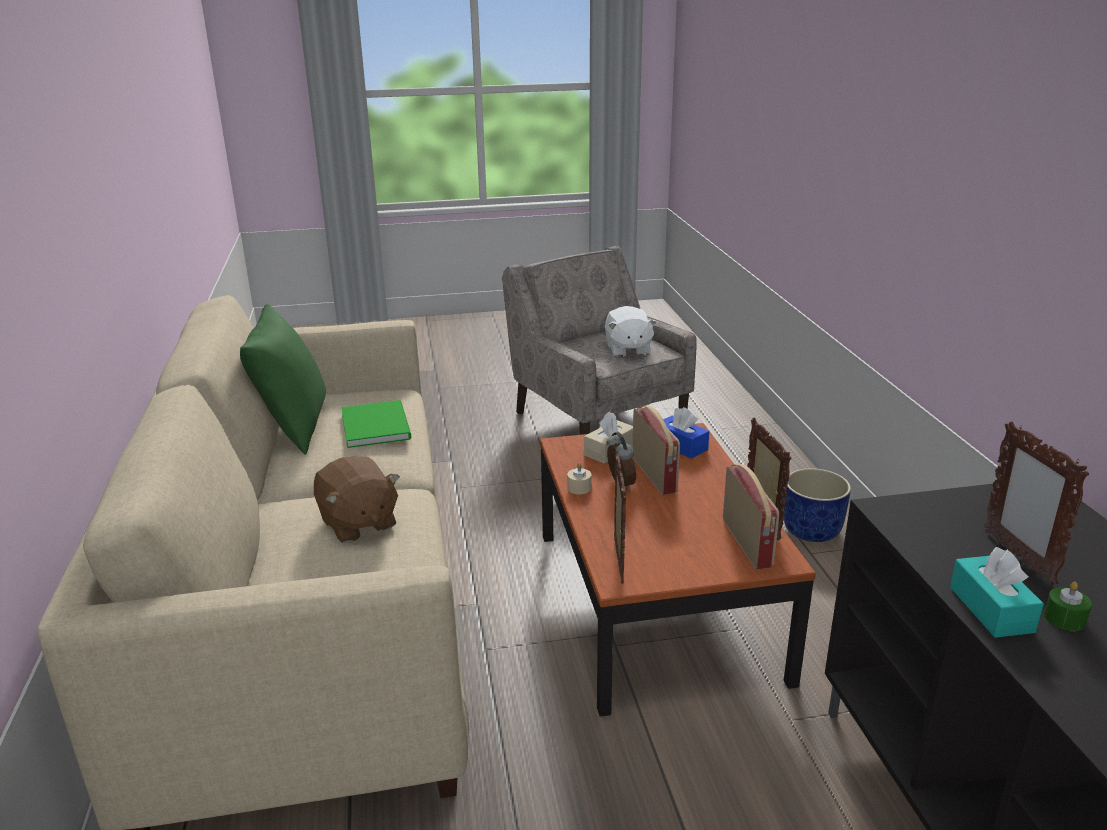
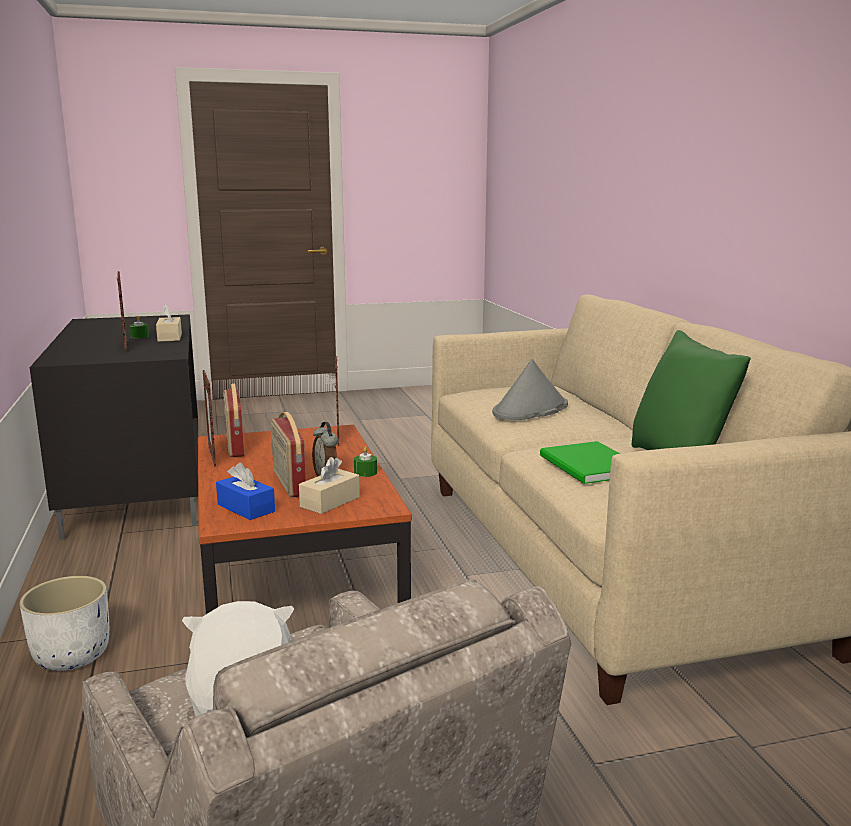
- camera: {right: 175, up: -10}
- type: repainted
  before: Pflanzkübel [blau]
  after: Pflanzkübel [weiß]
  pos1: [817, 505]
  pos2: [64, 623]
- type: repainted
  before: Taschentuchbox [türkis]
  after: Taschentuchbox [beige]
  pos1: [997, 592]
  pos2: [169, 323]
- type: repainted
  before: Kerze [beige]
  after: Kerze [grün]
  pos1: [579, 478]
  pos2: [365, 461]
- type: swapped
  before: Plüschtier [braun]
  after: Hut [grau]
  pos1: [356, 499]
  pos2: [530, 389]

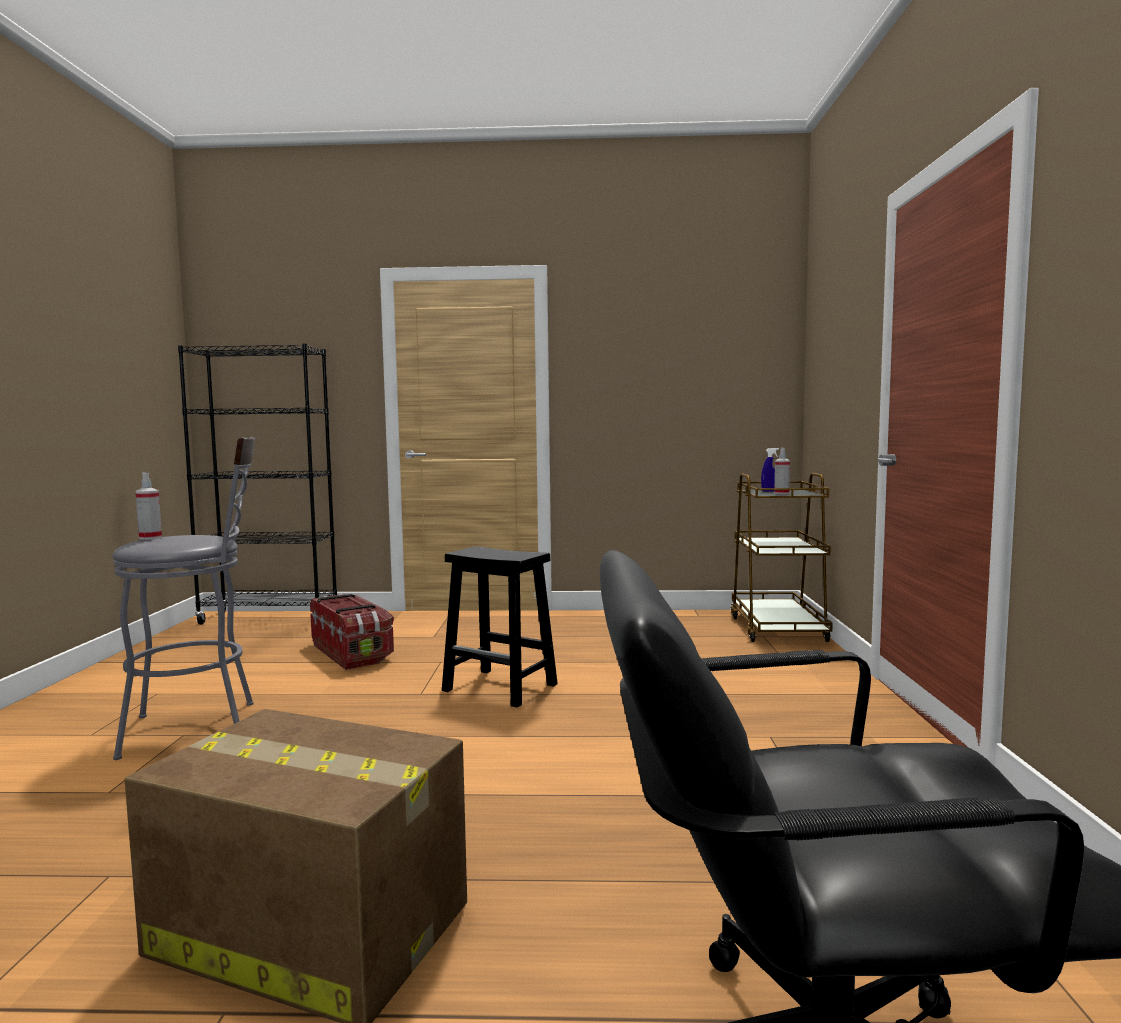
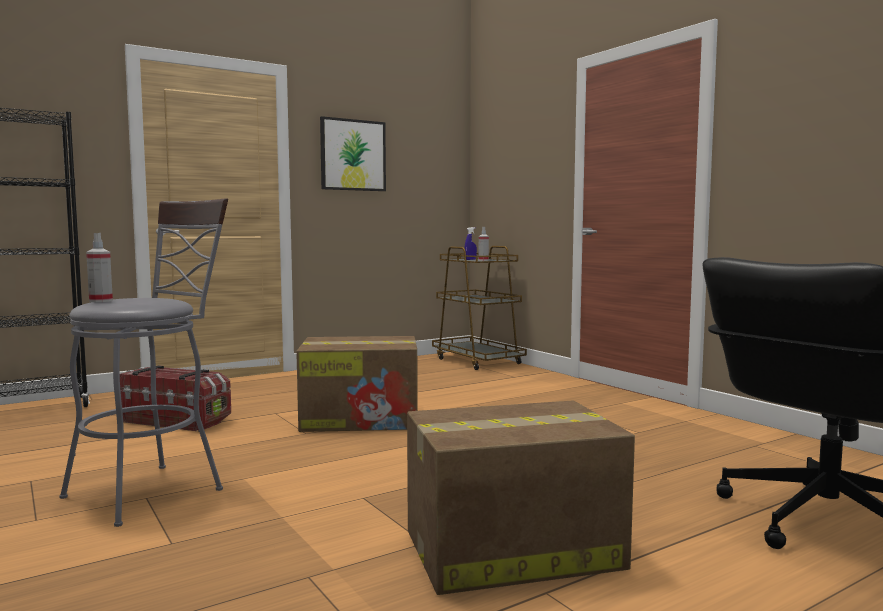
- camera: {right: -35, up: 0}
- type: swapped
  before: Hocker [schwarz]
  after: Karton
  pos1: [500, 627]
  pos2: [357, 384]
- type: new
  after: Bild
  pos2: [353, 153]

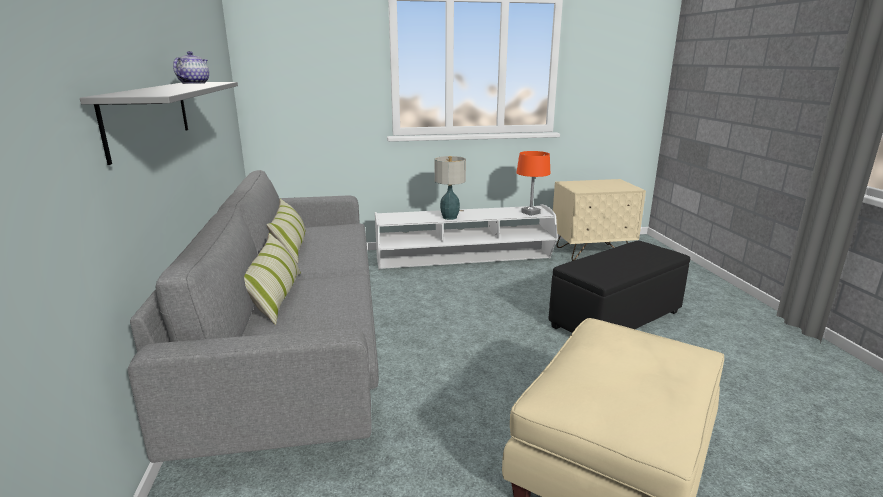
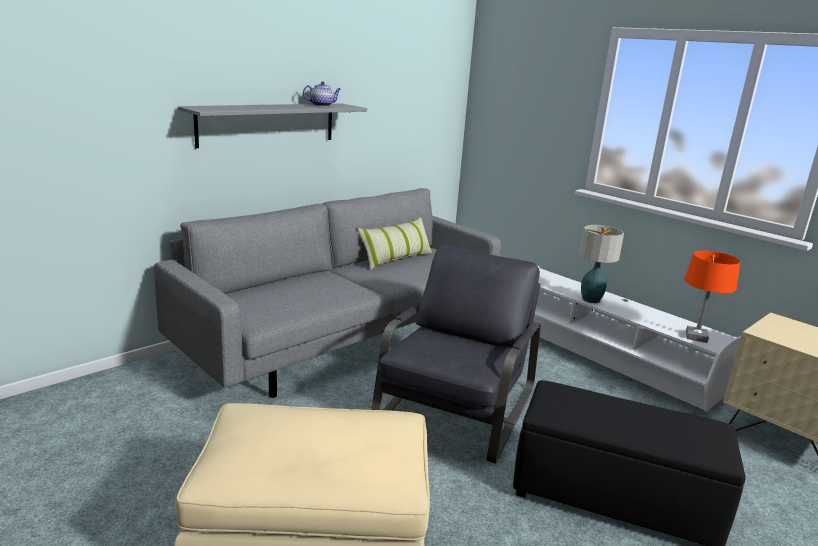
- camera: {right: 55, up: 0}
- type: new
  after: Sessel [grau]
  pos2: [456, 354]
- type: gone
  before: Kissen
  pos1: [272, 279]

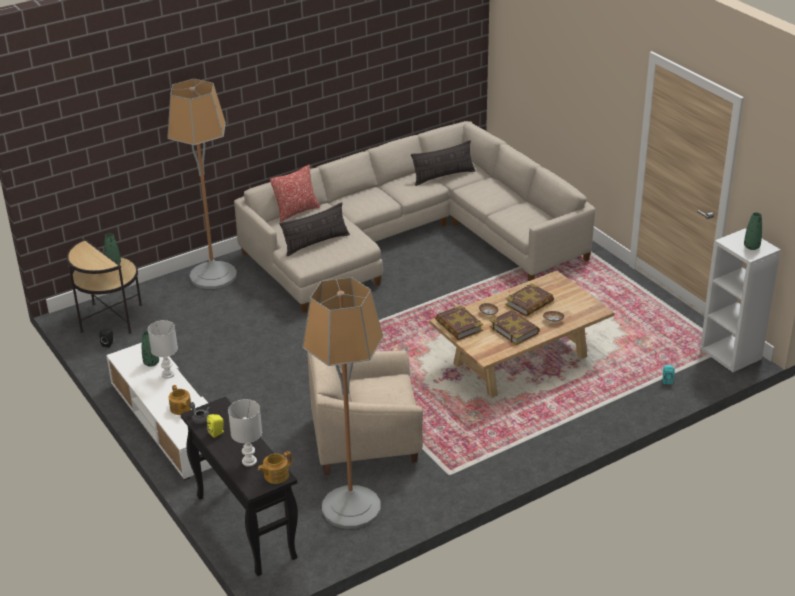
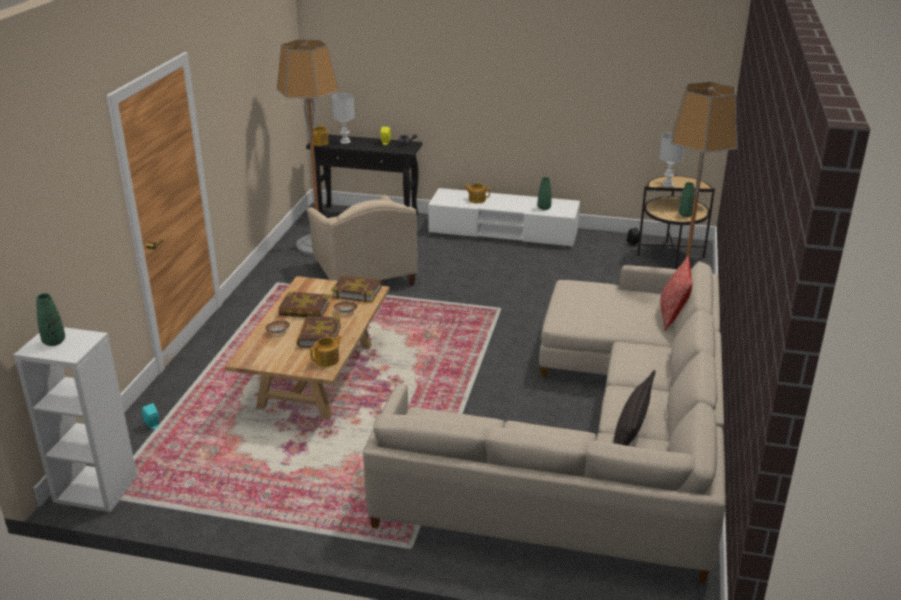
- camera: {right: 135, up: -5}
- type: rotated
  before: Sessel [beige]
  pos1: [365, 412]
  pos2: [362, 240]
  turn: 120
- type: new
  after: Teekanne
  pos2: [326, 351]
- type: shifted
  before: Tischlampe [weiß]
  pos1: [163, 349]
  pos2: [672, 159]
- type: gone
  before: Kissen
  pos1: [314, 229]

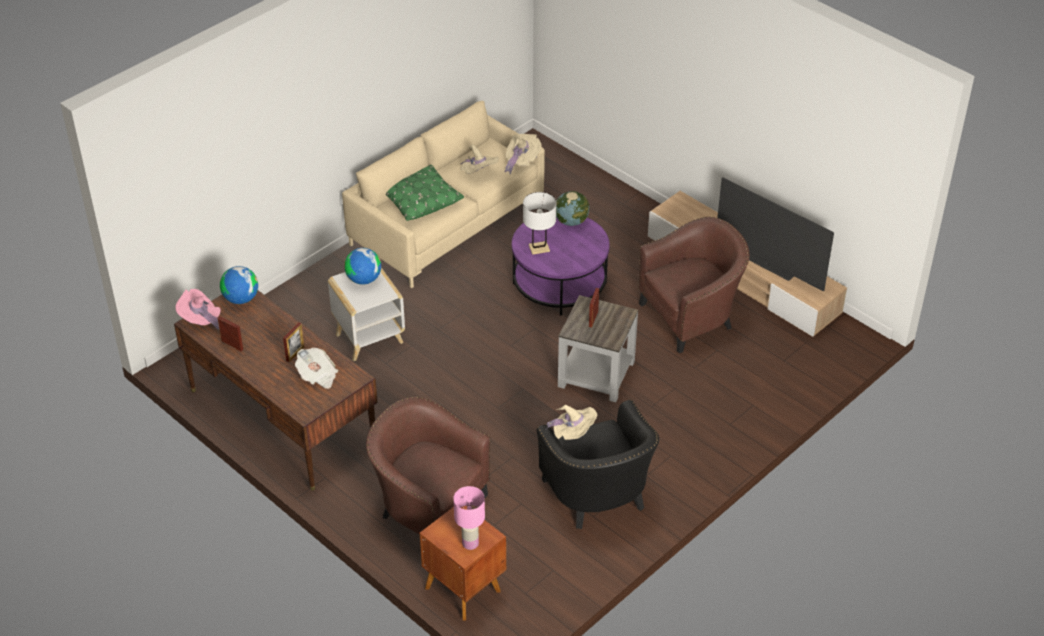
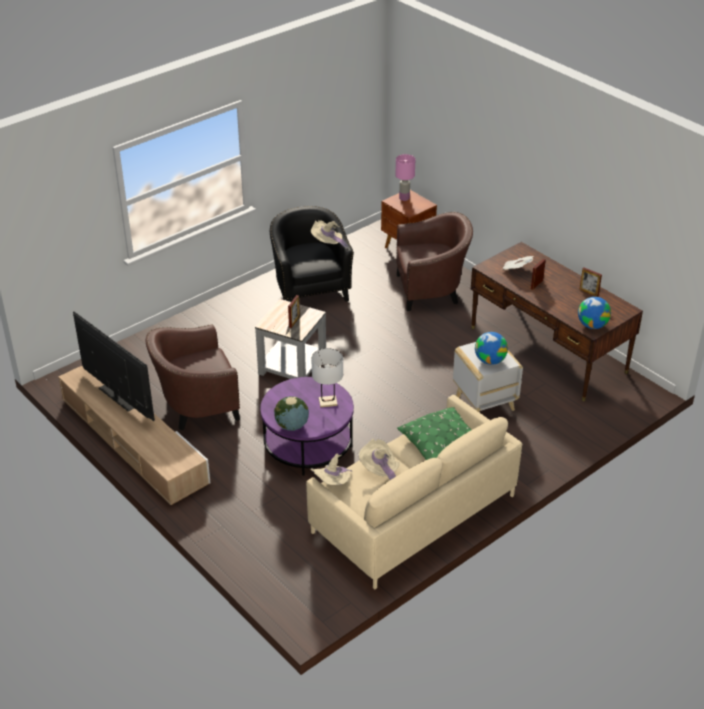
- camera: {right: -175, up: -5}
- type: rotated
  before: Sessel [braun]
  pos1: [428, 466]
  pos2: [434, 261]
  turn: -45
- type: gone
  before: Hut [rosa]
  pos1: [198, 309]

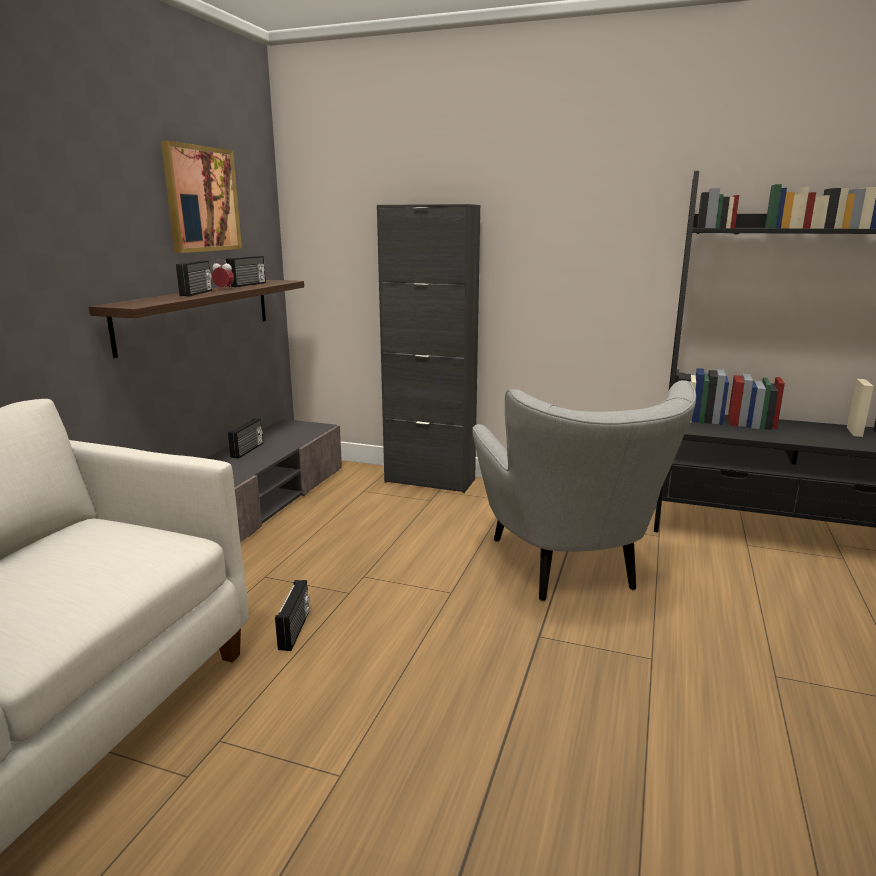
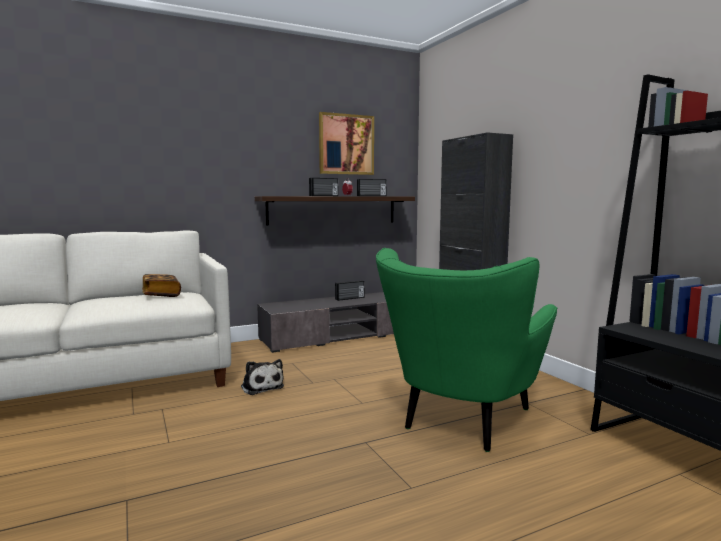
- camera: {right: 45, up: -10}
- type: new
  after: Buch
  pos2: [161, 285]
- type: swapped
  before: Radio
  after: Plüschtier
  pos1: [292, 615]
  pos2: [262, 377]
- type: repainted
  before: Sessel [grau]
  after: Sessel [grün]
  pos1: [584, 490]
  pos2: [467, 350]

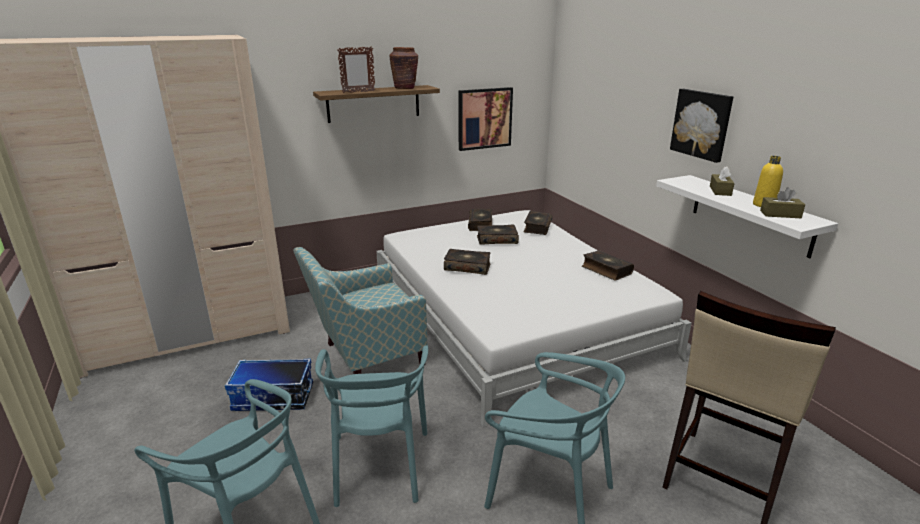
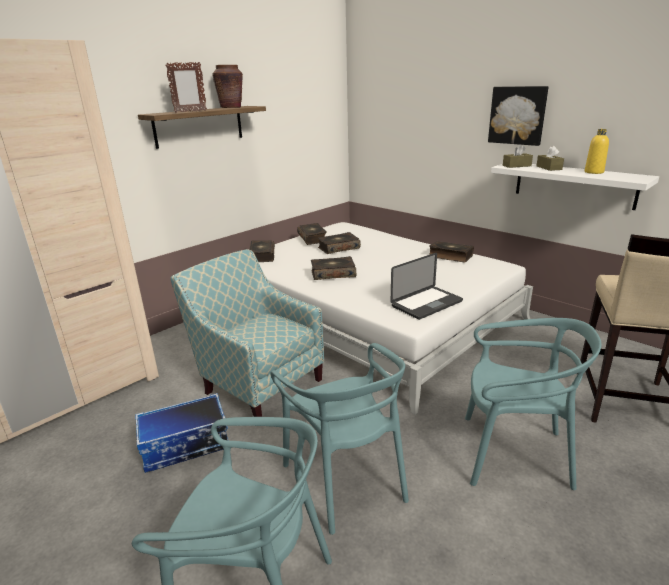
- camera: {right: -20, up: 0}
- type: rotated
  before: Sessel
  pos1: [360, 310]
  pos2: [247, 333]
  turn: 90
- type: shifted
  before: Buch
  pos1: [538, 223]
  pos2: [262, 251]
- type: new
  after: Laptop
  pos2: [427, 286]
- type: shifted
  before: Taschentuchbox [braun]
  pos1: [782, 202]
  pos2: [518, 156]
- type: gone
  before: Bild
  pos1: [486, 119]

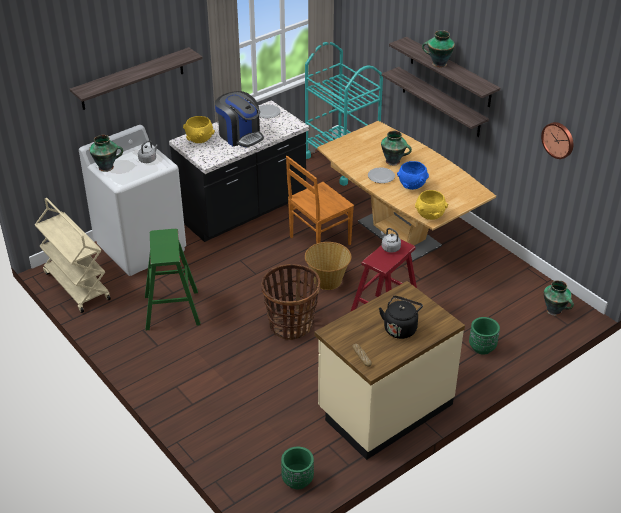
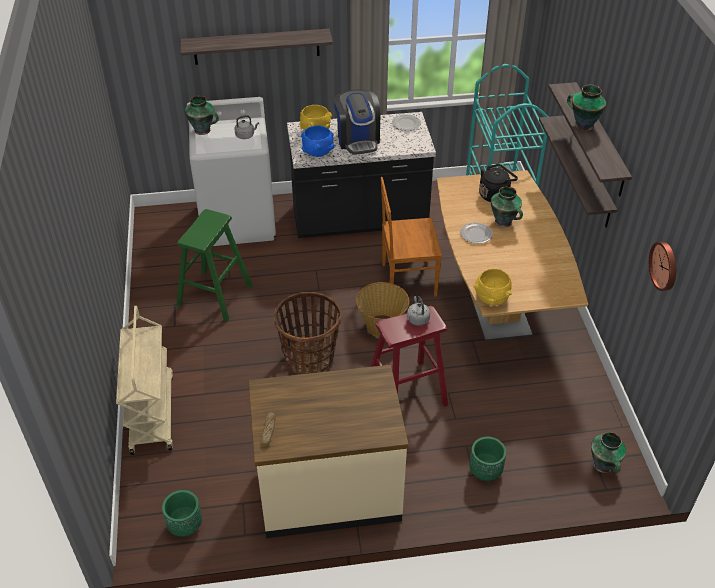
- camera: {right: 30, up: 5}
- type: shifted
  before: Rollwagen [beige]
  pos1: [73, 255]
  pos2: [144, 380]
- type: shifted
  before: Schüssel [blau]
  pos1: [413, 175]
  pos2: [317, 141]
- type: shifted
  before: Wasserkessel [schwarz]
  pos1: [401, 317]
  pos2: [498, 183]

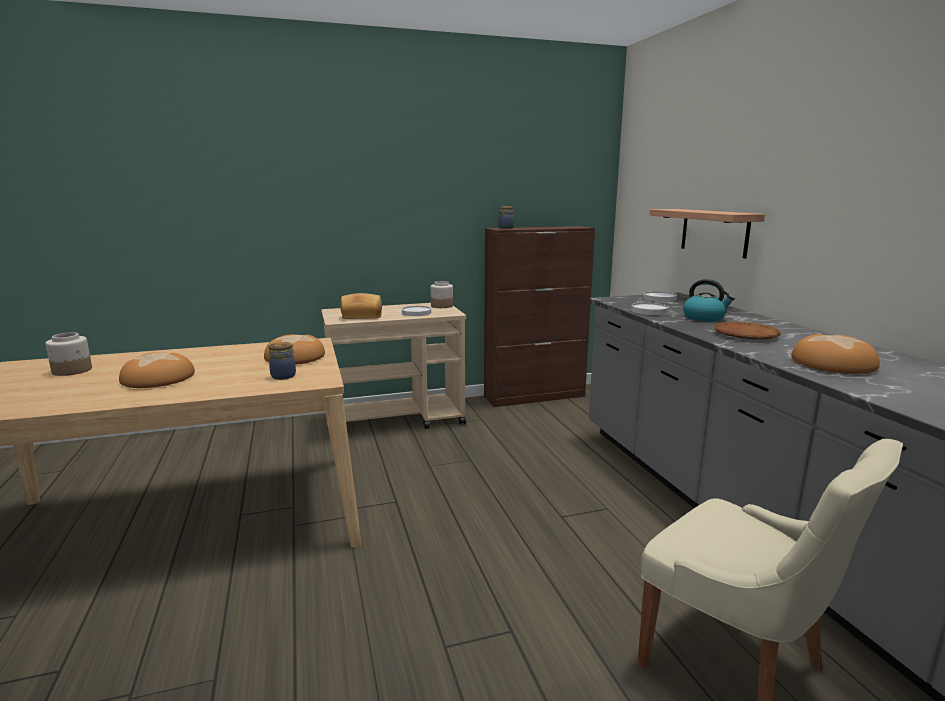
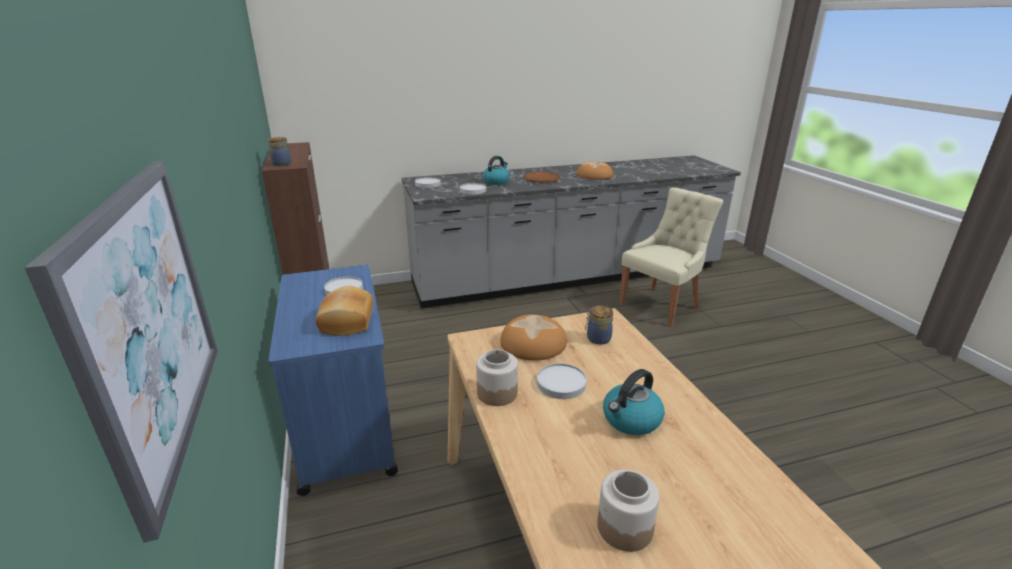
- camera: {right: -90, up: 10}
- type: new
  after: Bild
  pos2: [121, 352]
- type: repainted
  before: Rollwagen [beige]
  after: Rollwagen [blau]
  pos1: [394, 366]
  pos2: [333, 380]
- type: shifted
  before: Vorratsglas
  pos1: [442, 294]
  pos2: [497, 377]
- type: new
  after: Teller [weiß]
  pos2: [562, 381]
- type: swapped
  before: Brot
  after: Wasserkessel
  pos1: [157, 370]
  pos2: [634, 402]
- type: gone
  before: Wandregal
  pos1: [707, 233]

